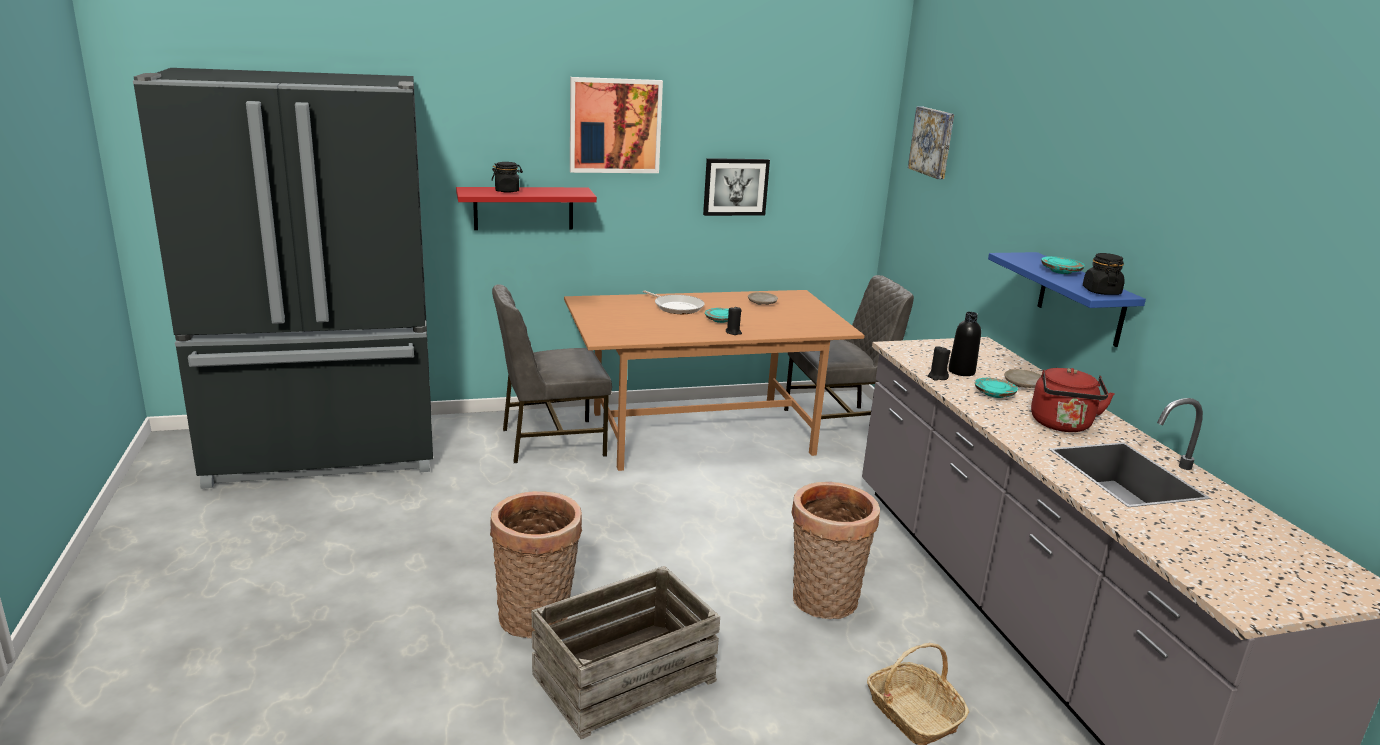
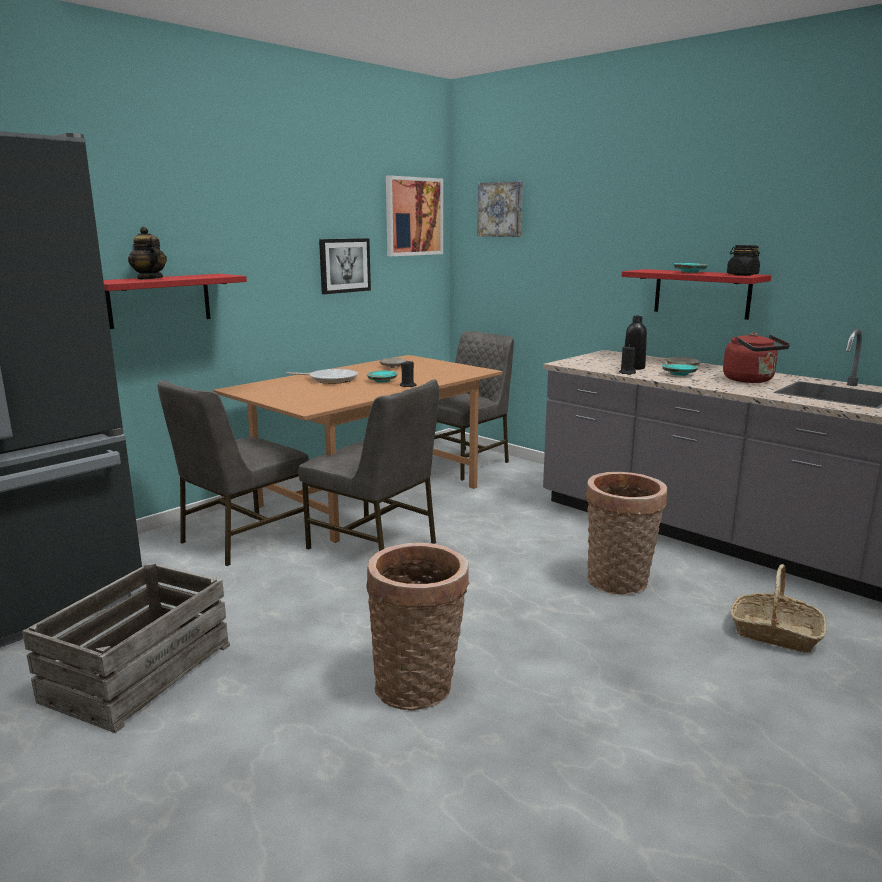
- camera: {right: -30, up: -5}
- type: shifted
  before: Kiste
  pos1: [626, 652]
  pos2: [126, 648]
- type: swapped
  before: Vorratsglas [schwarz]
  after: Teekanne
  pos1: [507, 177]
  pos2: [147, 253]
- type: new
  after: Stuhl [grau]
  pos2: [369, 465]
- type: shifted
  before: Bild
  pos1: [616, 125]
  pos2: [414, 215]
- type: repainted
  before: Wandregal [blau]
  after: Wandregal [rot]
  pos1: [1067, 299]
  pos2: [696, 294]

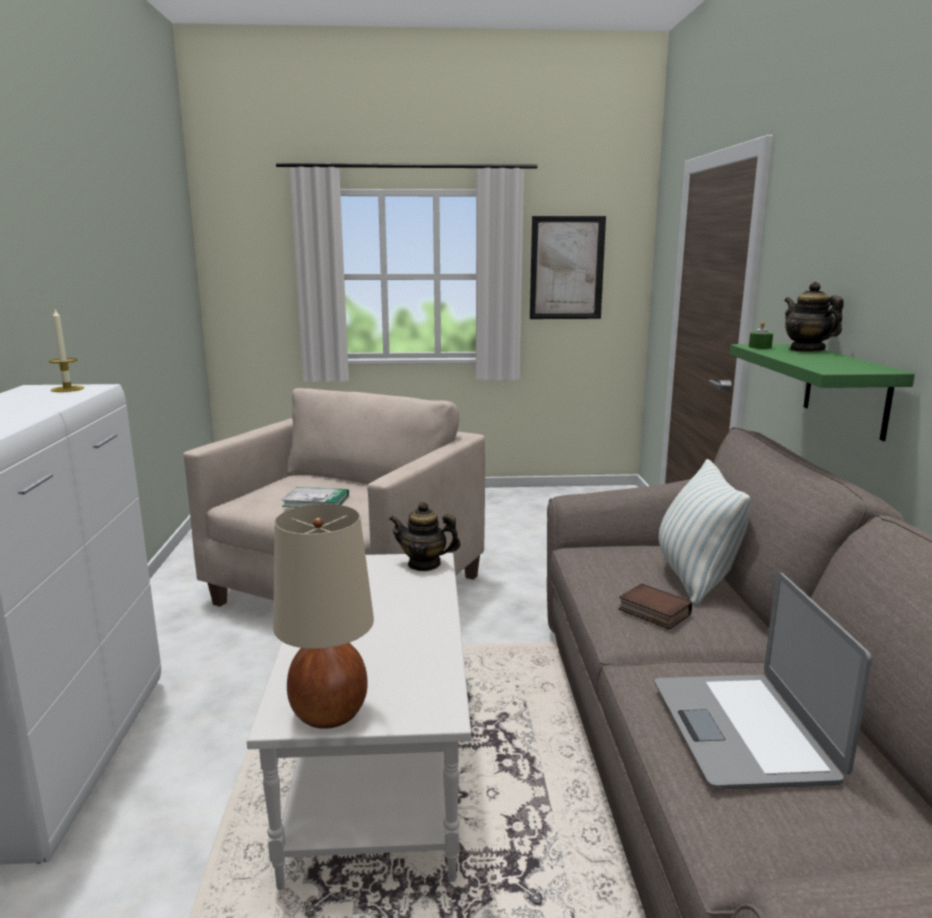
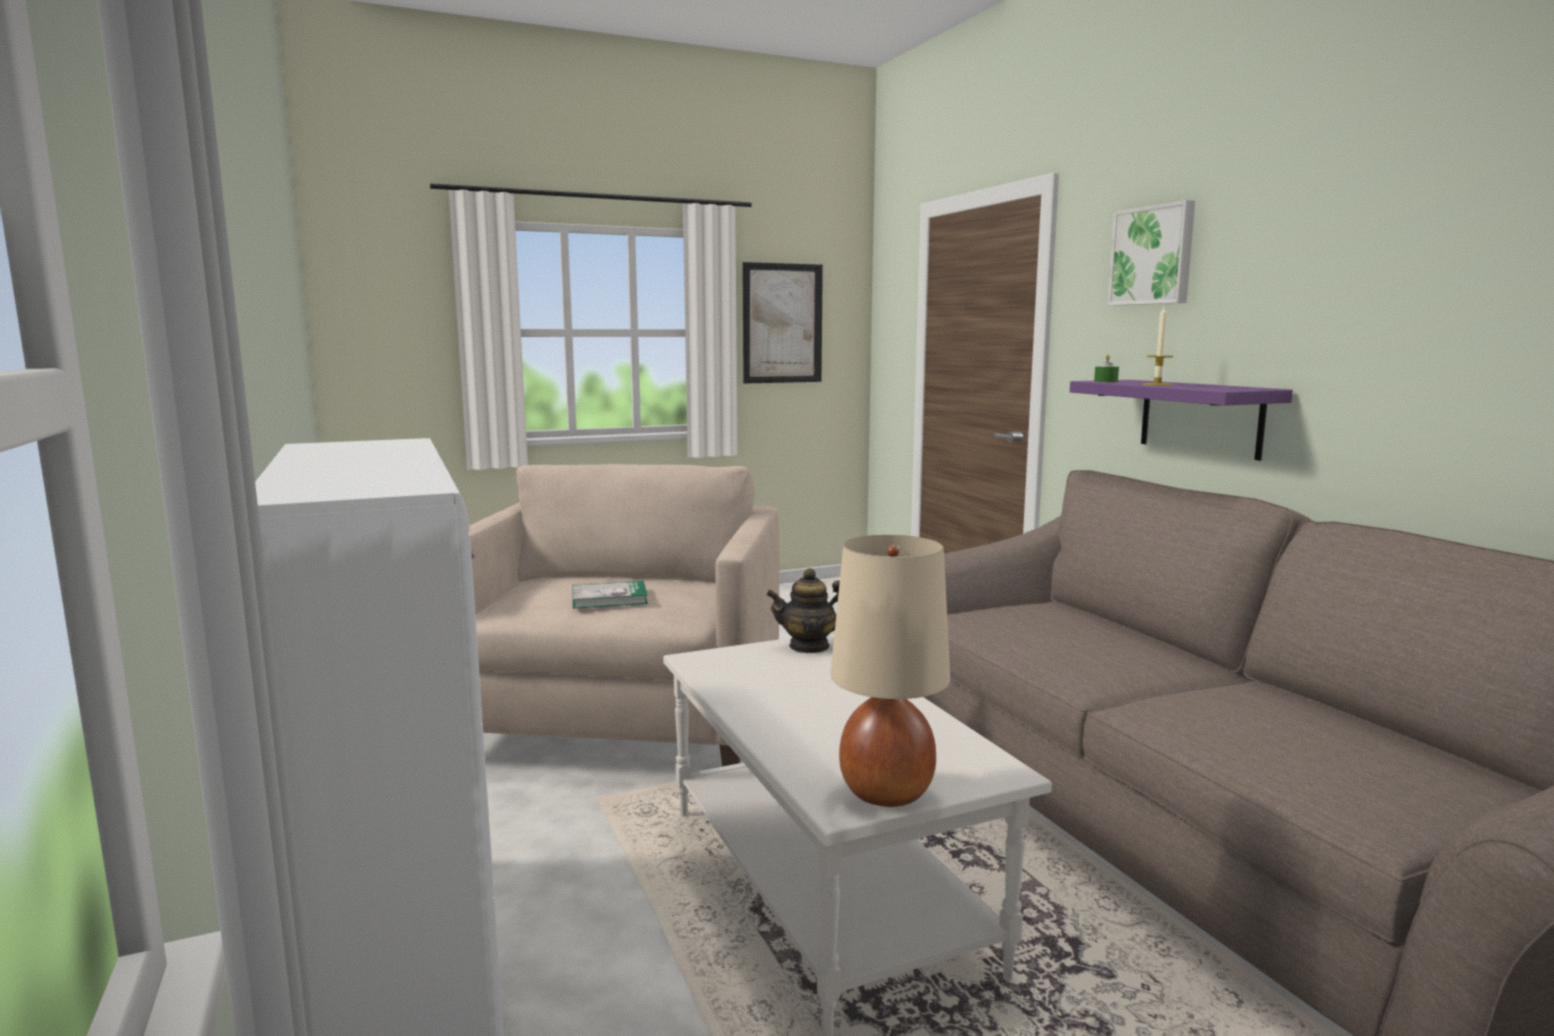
- camera: {right: -20, up: -5}
- type: repainted
  before: Wandregal [grün]
  after: Wandregal [lila]
  pos1: [822, 392]
  pos2: [1181, 420]
- type: new
  after: Bild
  pos2: [1151, 253]
- type: shifted
  before: Kerze
  pos1: [66, 350]
  pos2: [1157, 346]
- type: gone
  before: Buch
  pos1: [655, 606]
- type: gone
  before: Laptop
  pos1: [763, 681]
- type: gone
  before: Kissen
  pos1: [705, 532]
- type: gone
  before: Teekanne
  pos1: [814, 317]

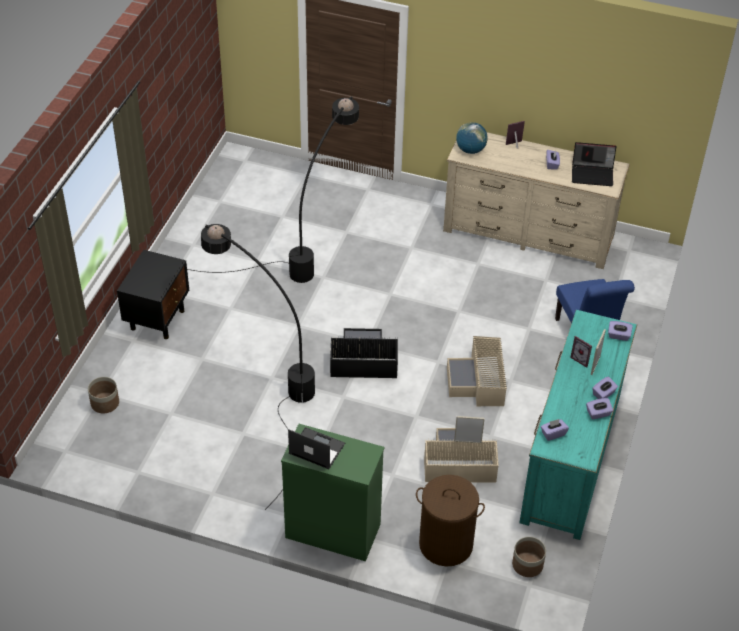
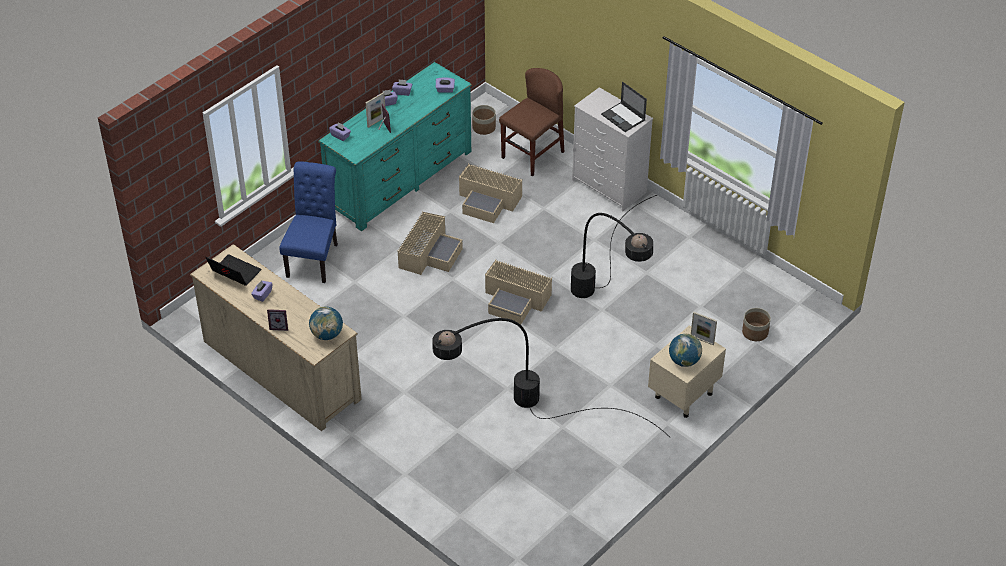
- camera: {right: -155, up: 0}
- type: repainted
  before: Aufbewahrungsbox [schwarz]
  after: Aufbewahrungsbox [beige]
  pos1: [364, 353]
  pos2: [518, 292]
- type: swapped
  before: Wäschekorb [braun]
  after: Stuhl [braun]
  pos1: [450, 521]
  pos2: [531, 122]
- type: repainted
  before: Kommode [grün]
  after: Kommode [weiß]
  pos1: [333, 492]
  pos2: [612, 149]
- type: repainted
  before: Nachttisch [schwarz]
  after: Nachttisch [beige]
  pos1: [153, 294]
  pos2: [687, 372]
- type: new
  after: Globus
  pos2: [685, 350]
- type: shifted
  before: Bilderrahmen
  pos1: [469, 429]
  pos2: [704, 328]

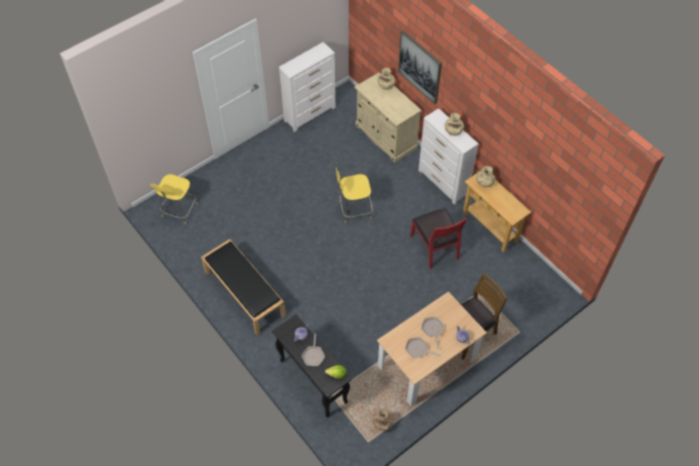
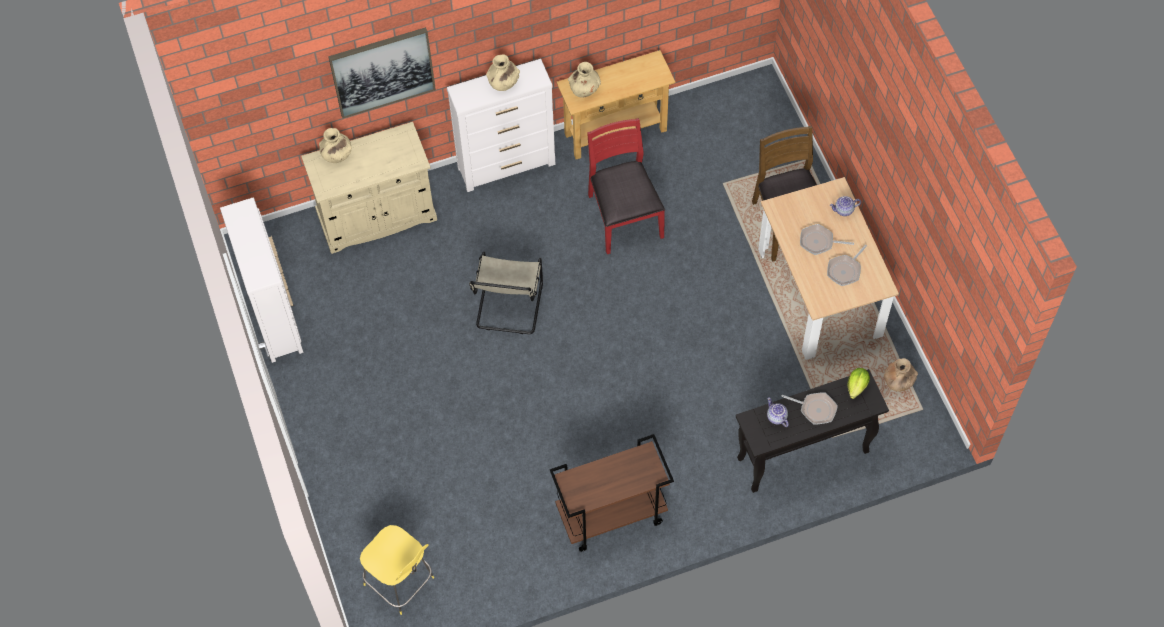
- camera: {right: -70, up: 5}
- type: swapped
  before: Hocker [gelb]
  after: Stuhl [beige]
  pos1: [354, 195]
  pos2: [506, 293]
- type: swapped
  before: Bank [schwarz]
  after: Rollwagen [braun]
  pos1: [243, 287]
  pos2: [612, 493]
- type: rotated
  before: Stuhl [rot]
  pos1: [438, 238]
  pos2: [626, 186]
  turn: -105

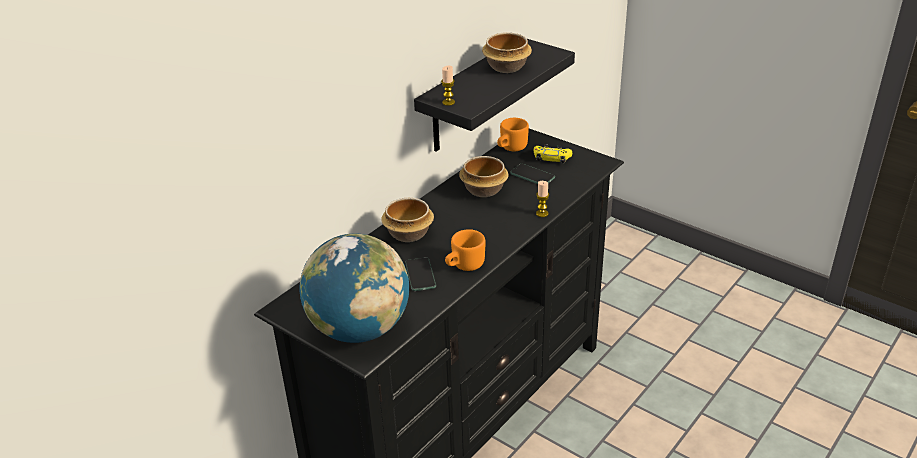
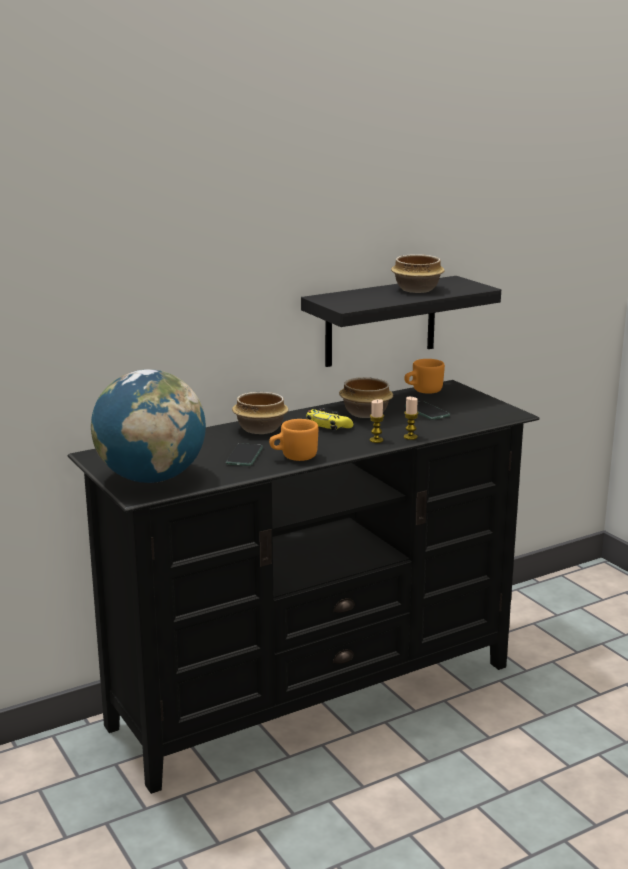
- camera: {right: 20, up: -15}
- type: shifted
  before: Gamepad [gelb]
  pos1: [553, 154]
  pos2: [329, 419]
- type: shifted
  before: Kerze
  pos1: [448, 86]
  pos2: [376, 421]

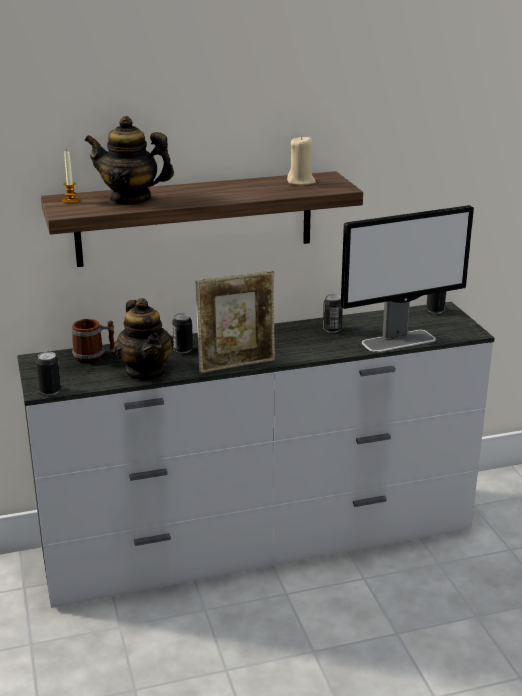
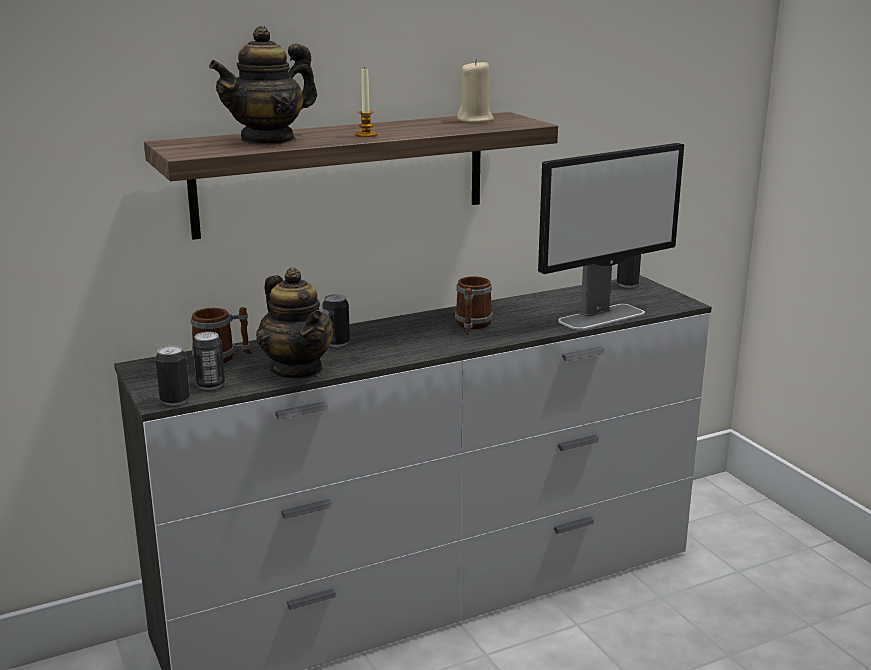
- camera: {right: -10, up: -5}
- type: shifted
  before: Dose
  pos1: [333, 313]
  pos2: [208, 361]
- type: rotated
  before: Teekanne
  pos1: [129, 160]
  pos2: [263, 85]
  turn: -45
- type: shifted
  before: Kerze
  pos1: [71, 177]
  pos2: [366, 102]
- type: new
  after: Henkelbecher
  pos2: [474, 306]
- type: gone
  before: Bilderrahmen
  pos1: [235, 322]

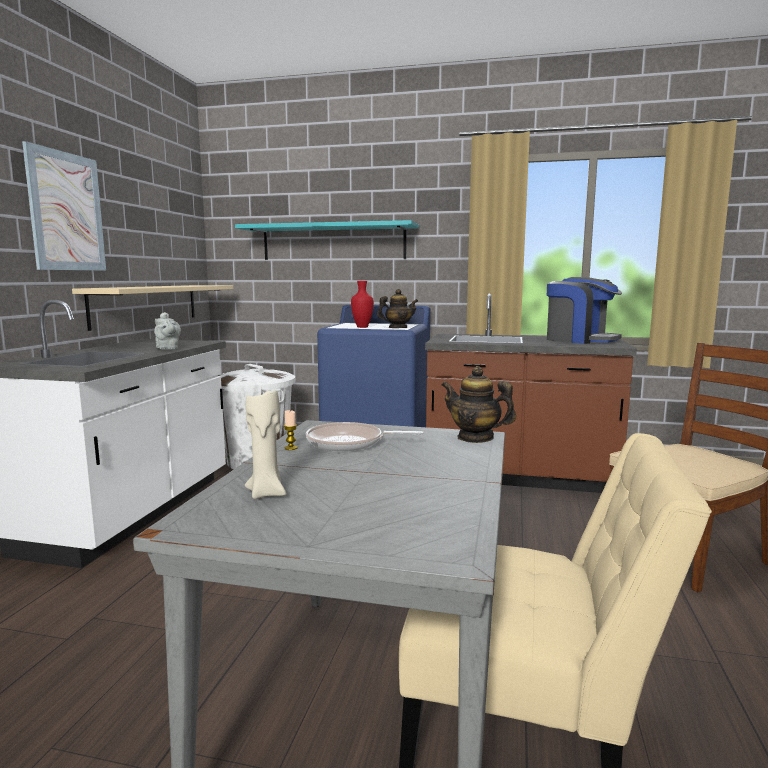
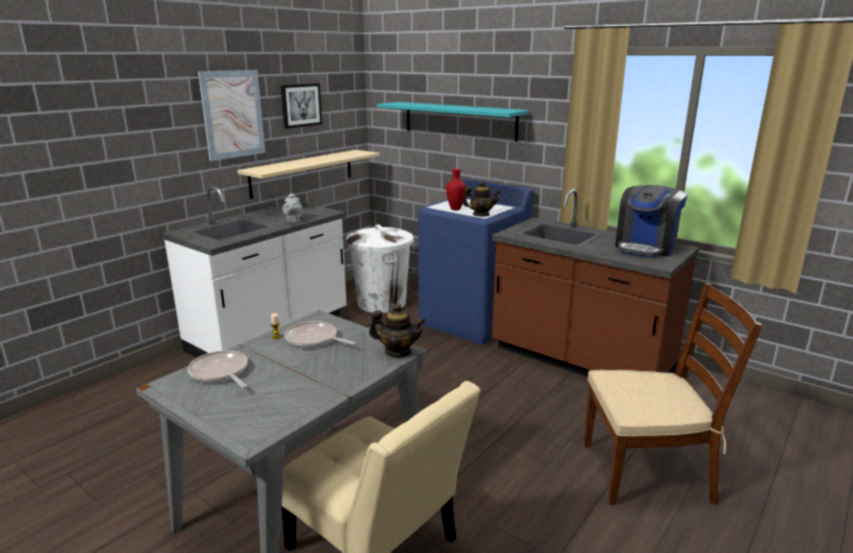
- camera: {right: 25, up: 10}
- type: swapped
  before: Kerze [beige]
  after: Pfanne
  pos1: [265, 444]
  pos2: [218, 369]
- type: new
  after: Bild
  pos2: [301, 106]
- type: rotated
  before: Teekanne
  pos1: [479, 404]
  pos2: [397, 330]
  turn: 135
- type: rotated
  before: Kaffeemaschine
  pos1: [584, 310]
  pos2: [651, 221]
  turn: 60

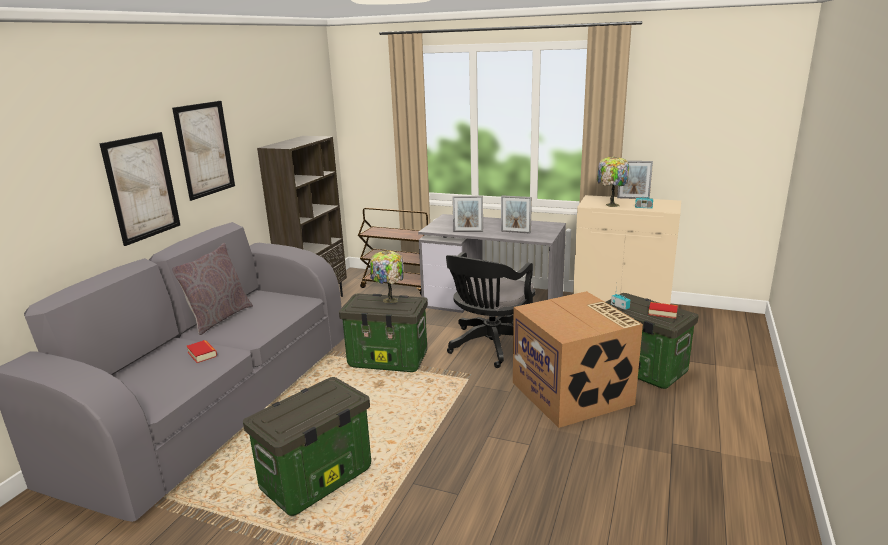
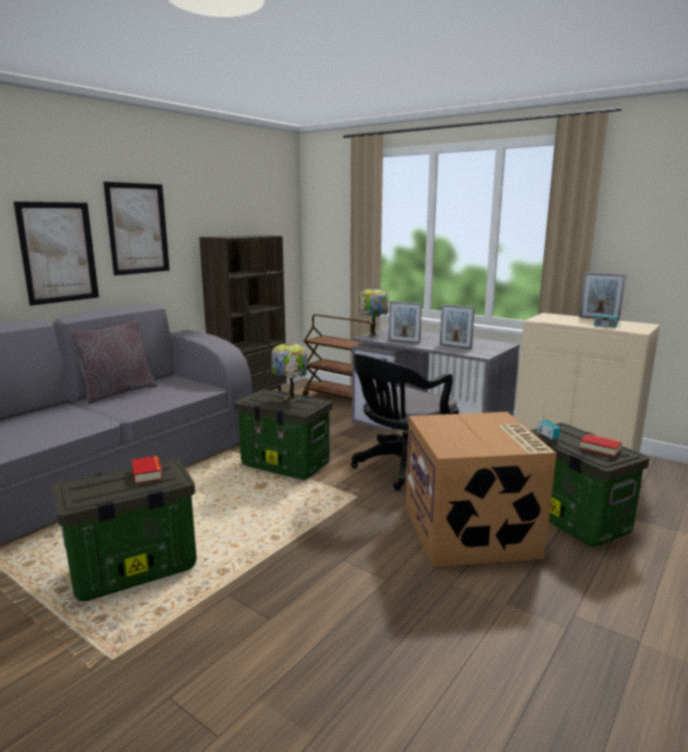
- camera: {right: 15, up: -5}
- type: shifted
  before: Buch
  pos1: [201, 351]
  pos2: [147, 470]
- type: shifted
  before: Tischlampe
  pos1: [613, 181]
  pos2: [373, 312]

